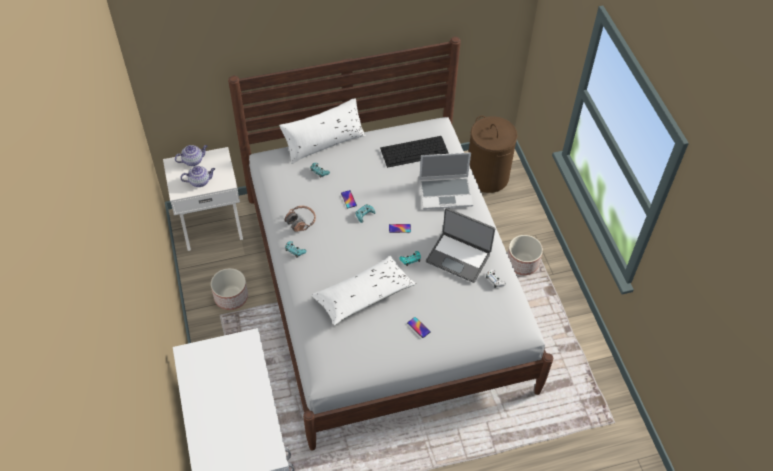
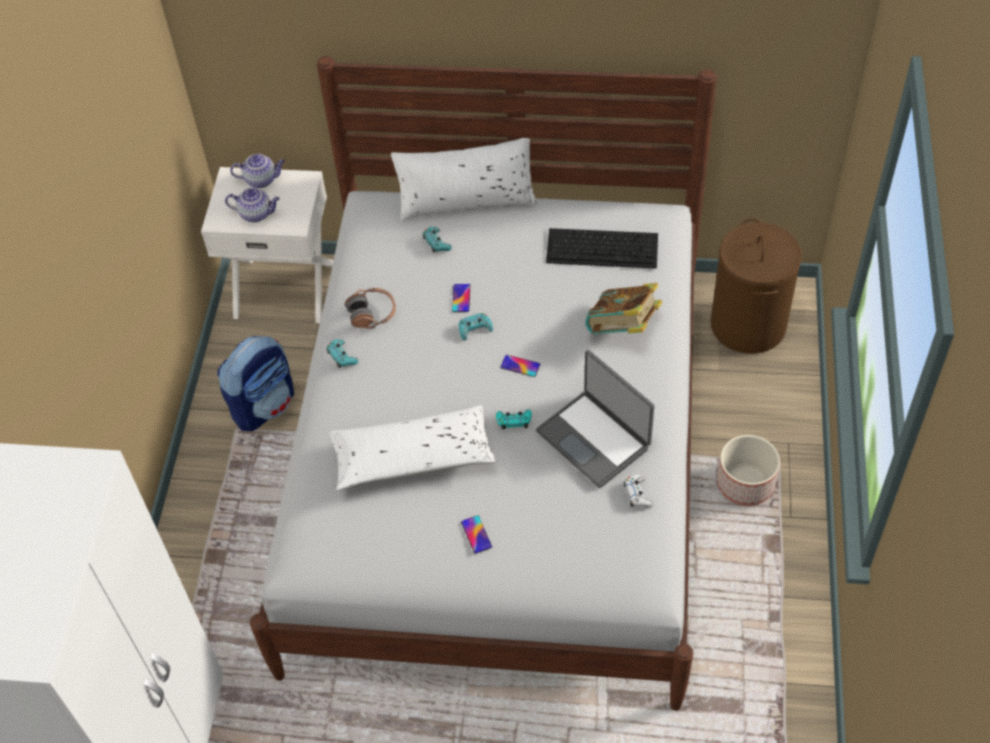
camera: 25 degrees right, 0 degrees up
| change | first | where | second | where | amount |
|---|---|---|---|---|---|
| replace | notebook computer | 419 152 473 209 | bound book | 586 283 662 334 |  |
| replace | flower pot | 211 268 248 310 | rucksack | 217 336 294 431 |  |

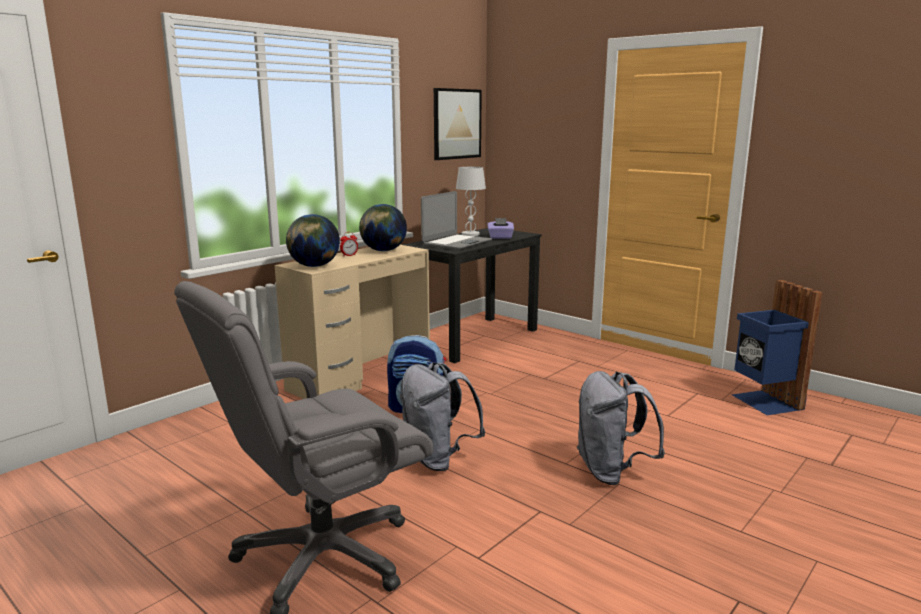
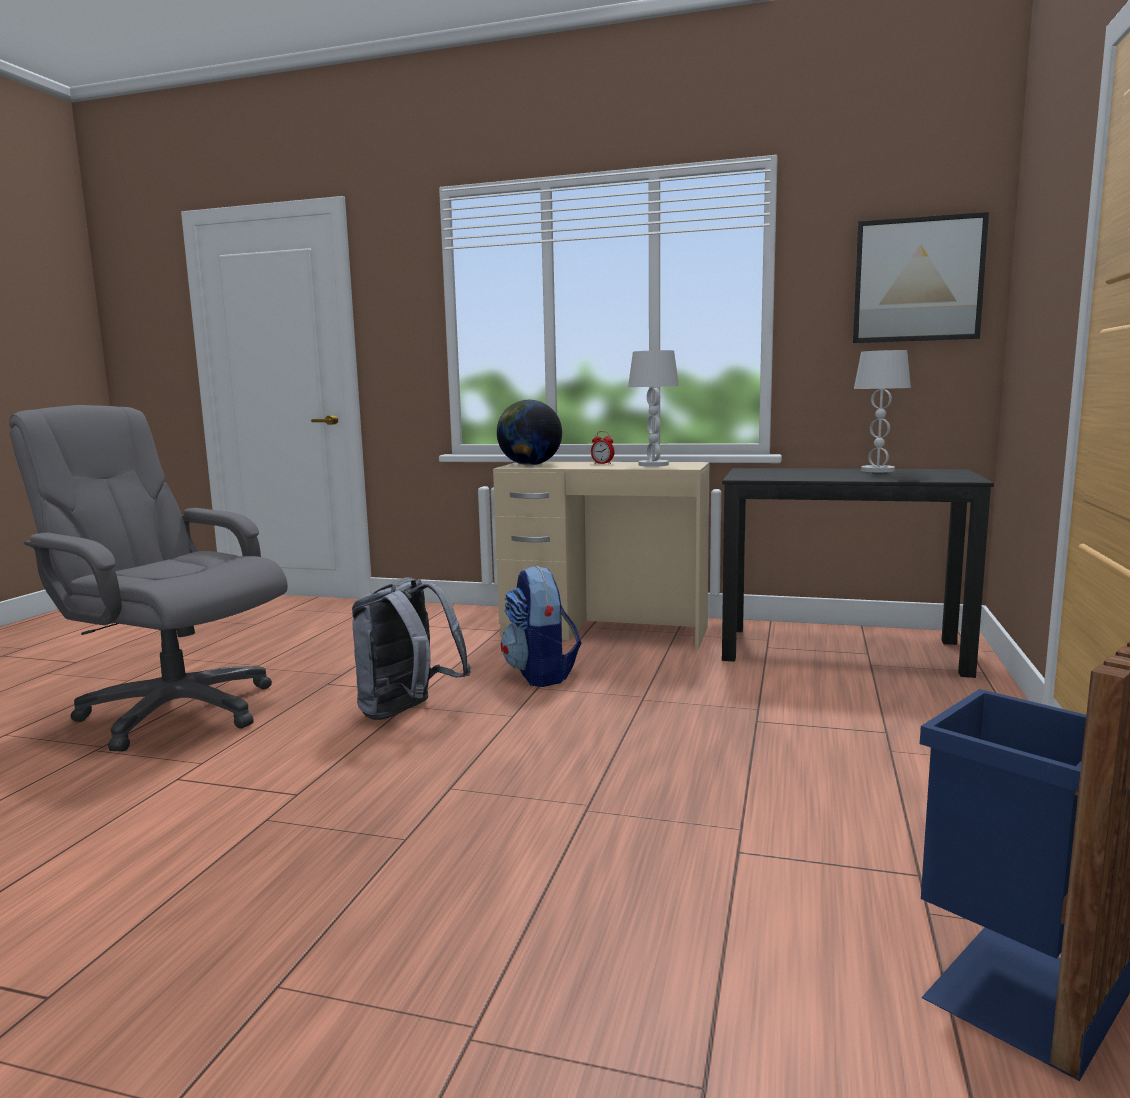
camera: 65 degrees right, 5 degrees down
| change | first | where | second | where | amount |
|---|---|---|---|---|---|
| delete | notebook computer | 421 191 492 250 |  |  |  |
| replace | desk globe | 359 204 407 251 | white-coloured lamp for a table | 628 350 679 467 |  |
| delete | purplish tissue box | 487 218 514 239 |  |  |  |
| delete | gray rucksack | 577 371 665 485 |  |  |  |

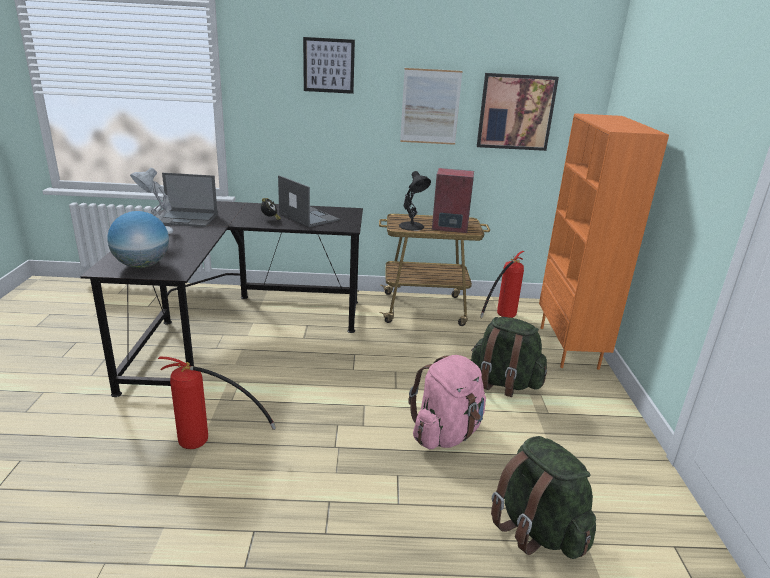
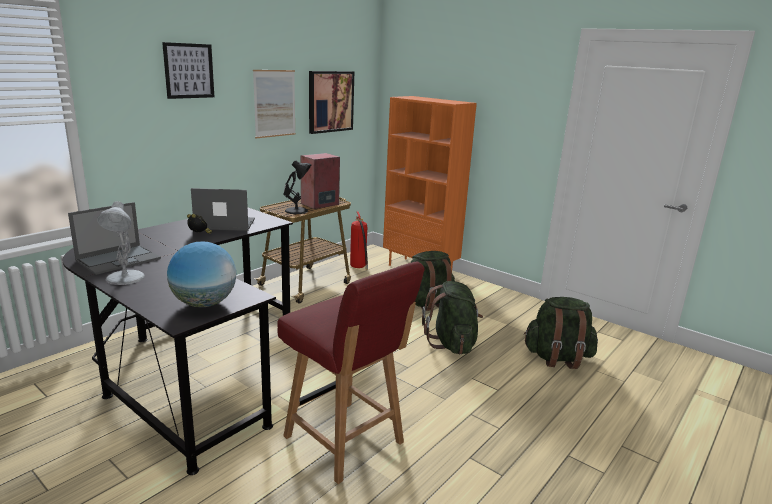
camera: 50 degrees left, 5 degrees down
| change | first | where | second | where | amount |
|---|---|---|---|---|---|
| recolor | pink-coloured rucksack | 408 355 486 449 | greenish rucksack | 422 281 483 354 |  |
| replace | fire extinguisher | 158 357 276 449 | red plain chair | 277 261 425 484 |  |

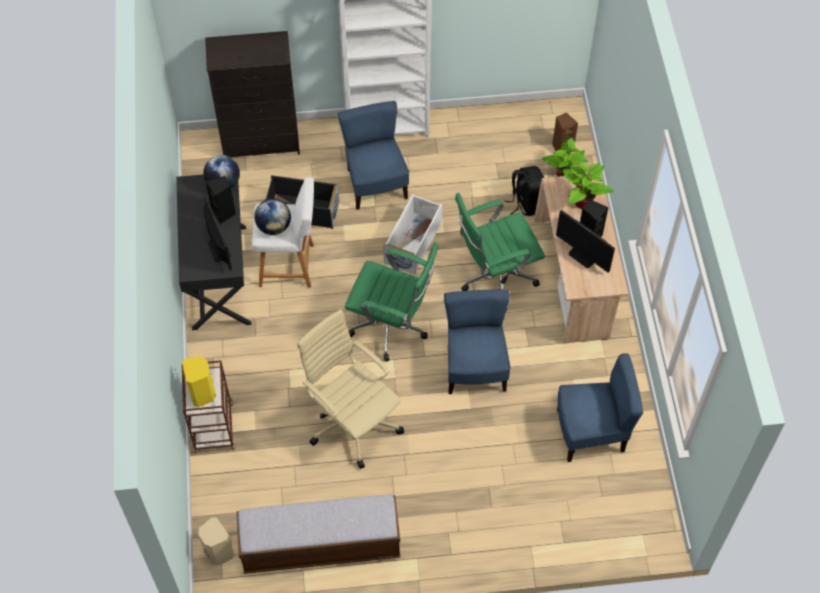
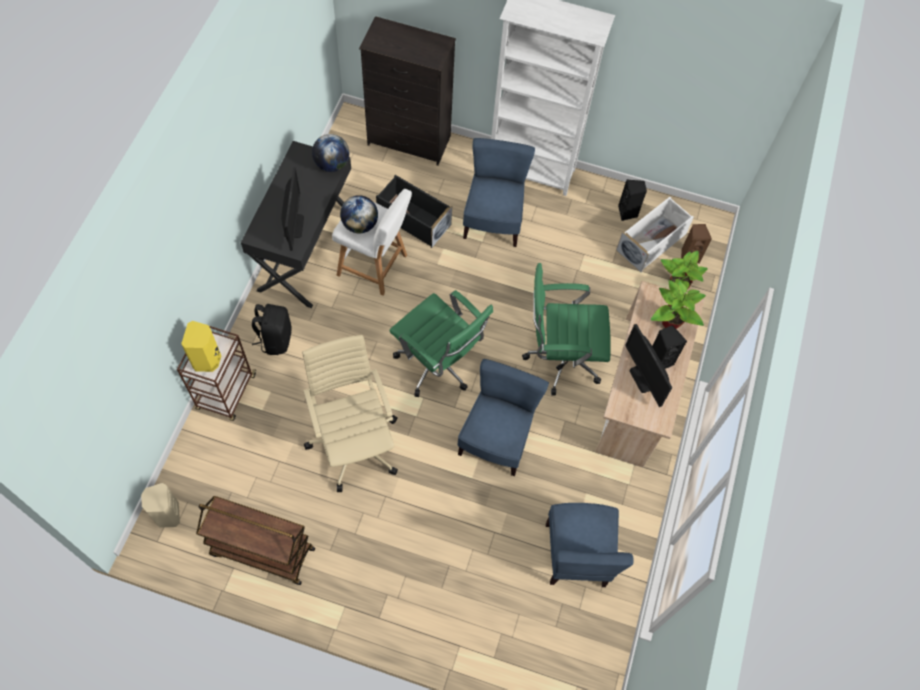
camera: 20 degrees right, 5 degrees up
| change | first | where | second | where | amount |
|---|---|---|---|---|---|
| move | blackish rucksack | 505 166 544 216 |  | 252 304 292 355 |  |
| move | blackish loudspeaker | 206 176 236 224 |  | 618 179 647 221 |  |
| move | white-coloured storage box | 383 194 442 275 |  | 616 197 694 272 |  |
| rotate | bluish plain chair | 557 353 643 462 |  | 546 503 634 587 | 75 degrees clockwise |
| replace | bench | 237 494 400 574 | brown cart | 196 496 315 585 |  |

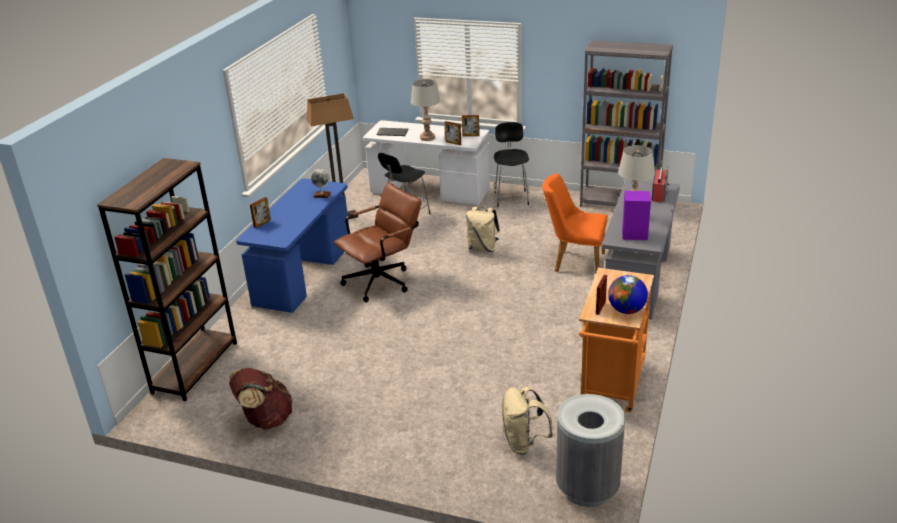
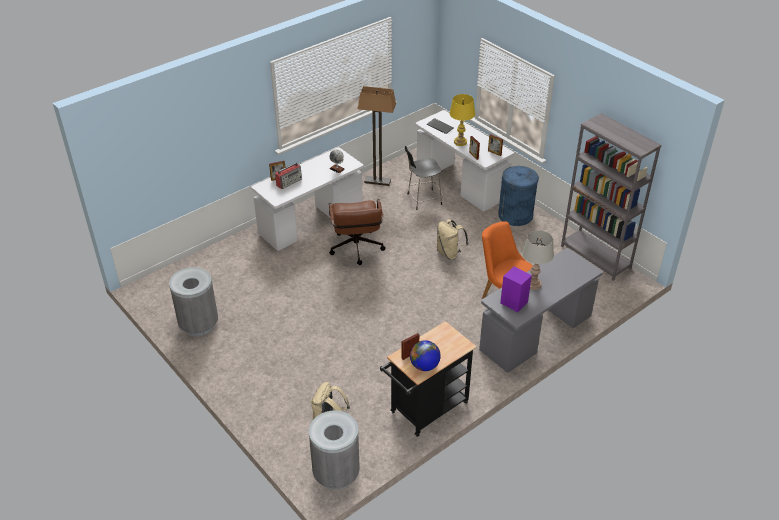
camera: 30 degrees right, 10 degrees up
| change | first | where | second | where | amount |
|---|---|---|---|---|---|
| recolor | gray lamp for a table | 411 79 440 141 | yellowish lamp for a table | 449 94 475 146 |  |
| replace | blackish stool seat | 493 122 529 207 | bluish waste bin | 498 166 539 226 |  |
| delete | brown bookshelf | 97 158 237 401 |  |  |  |
| move | radio | 652 166 669 202 |  | 275 163 302 189 |  |
| recolor | bluish desk | 236 178 349 313 | white-coloured desk | 251 147 363 251 |  |
| rotate | brown computer chair | 334 182 422 302 |  | 329 199 386 265 | 90 degrees clockwise |
| recolor | orangey cart | 579 268 654 412 | blackish cart | 380 321 477 437 |  |
| replace | brown rucksack | 229 368 293 430 | gray waste bin | 169 267 218 336 |  |

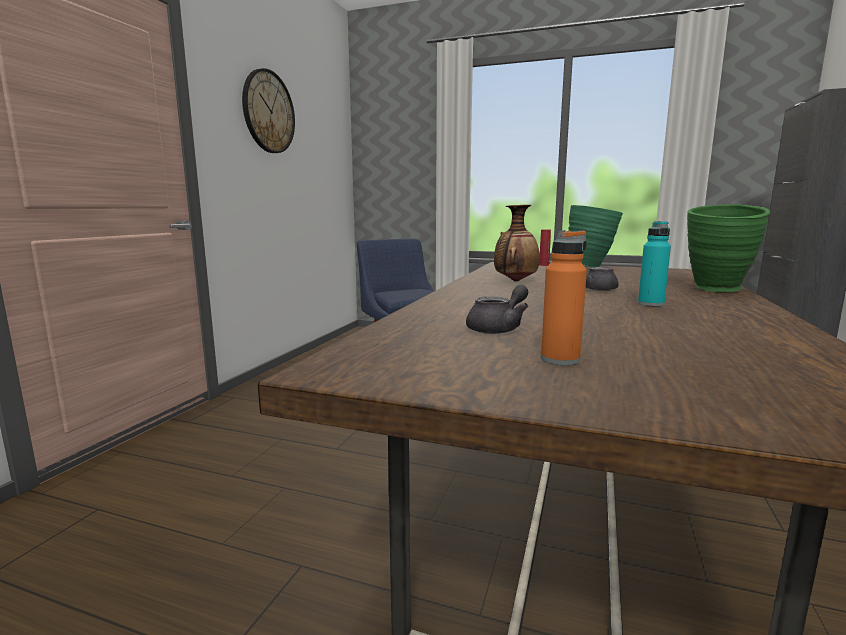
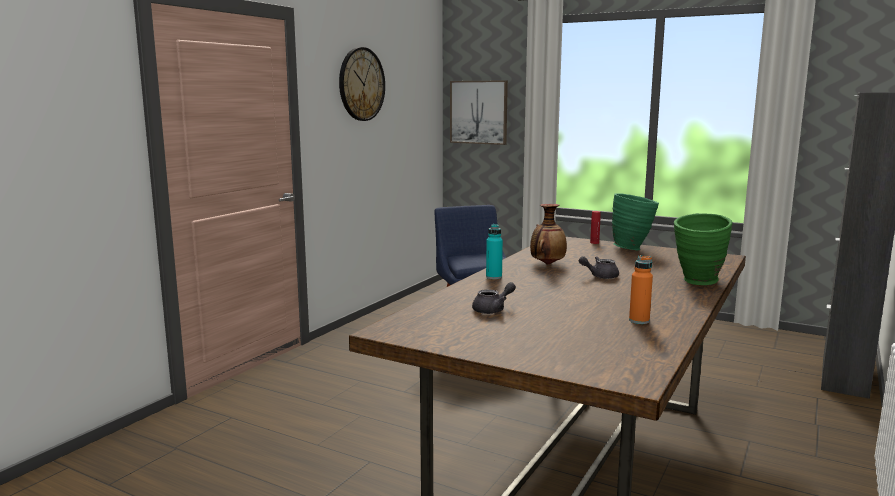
camera: 10 degrees right, 0 degrees up
| change | first | where | second | where | amount |
|---|---|---|---|---|---|
| move | blue-green drink bottle | 638 221 671 306 |  | 486 224 503 279 |  |
| move | orangey drink bottle | 541 230 587 365 |  | 629 255 653 324 |  |
| insert |  |  | picture | 450 80 508 145 |  |

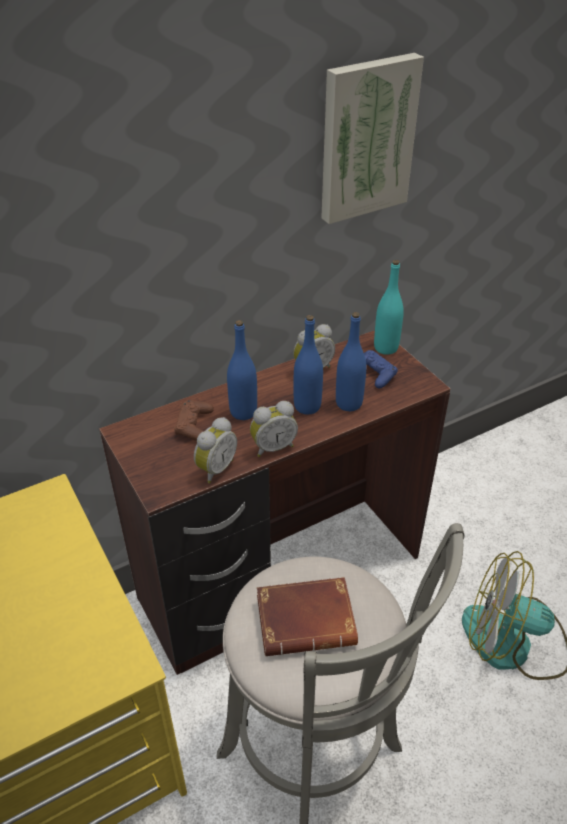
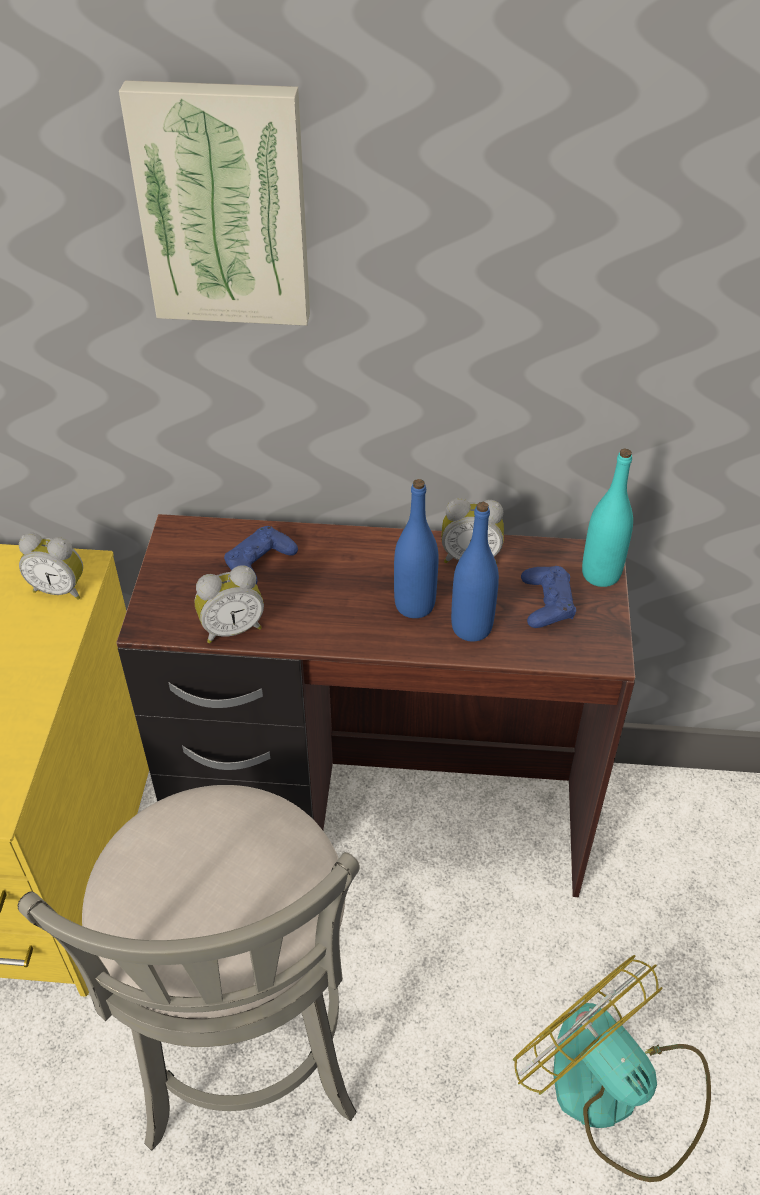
camera: 35 degrees right, 5 degrees up
| change | first | where | second | where | amount |
|---|---|---|---|---|---|
| move | picture | 321 53 424 224 |  | 119 80 310 326 |  |
| delete | bluish drink bottle | 227 320 257 420 |  |  |  |
| recolor | brown joypad | 174 400 214 441 | bluish joypad | 224 526 298 584 |  |
| move | alarm clock | 250 401 298 457 |  | 19 533 83 599 |  |
| delete | brown bound book | 257 577 358 656 |  |  |  |

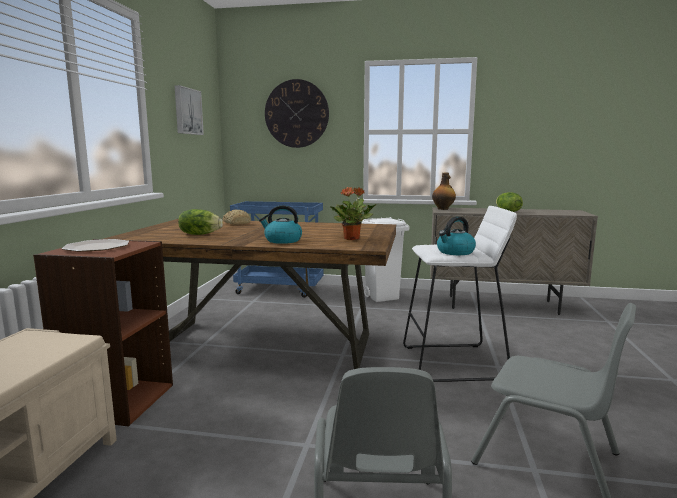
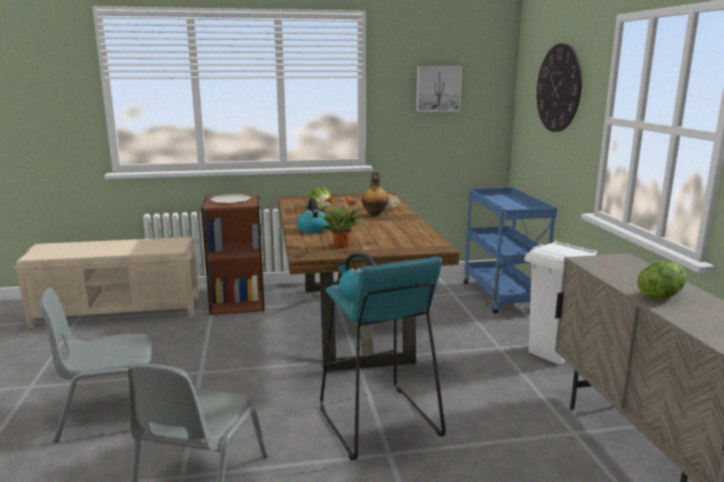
camera: 70 degrees right, 5 degrees up
| change | first | where | second | where | amount |
|---|---|---|---|---|---|
| move | drink bottle | 432 172 456 210 |  | 362 171 389 216 |  |
| recolor | white-coloured stool seat | 403 206 517 382 | blue-green stool seat | 320 257 446 460 |  |

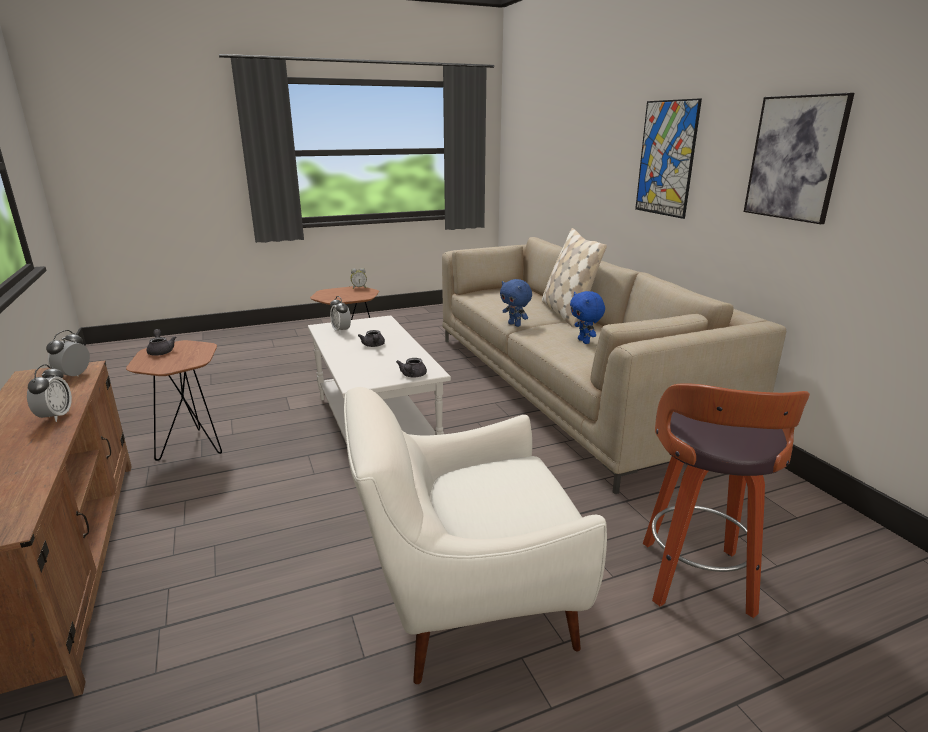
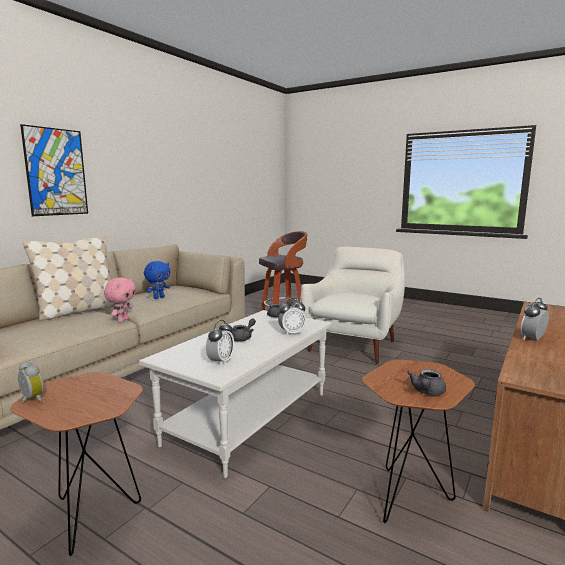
camera: 125 degrees left, 10 degrees down
| change | first | where | second | where | amount |
|---|---|---|---|---|---|
| delete | picture | 744 93 854 224 |  |  |  |
| recolor | bluish plush toy | 500 279 532 327 | pink-coloured plush toy | 104 277 136 322 |  |
| move | alarm clock | 46 330 90 376 |  | 278 298 306 336 |  |
| rotate | white-coloured lounge chair | 344 387 607 684 |  | 300 247 405 364 | 105 degrees counterclockwise |

